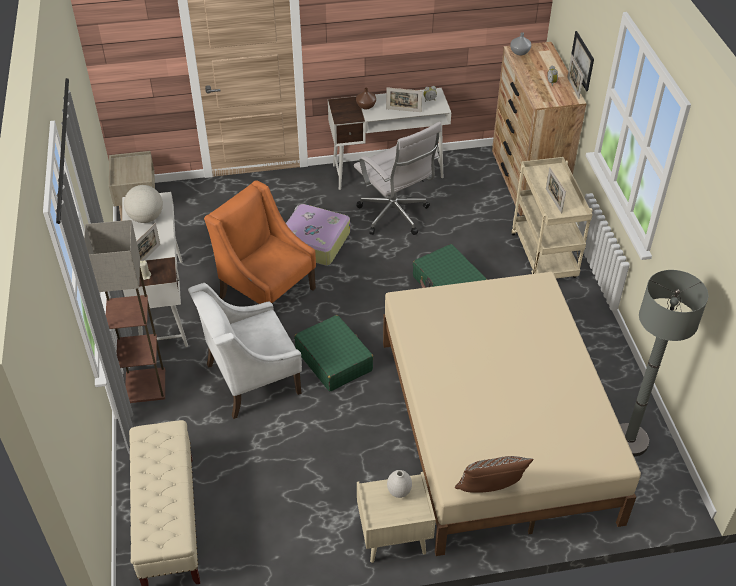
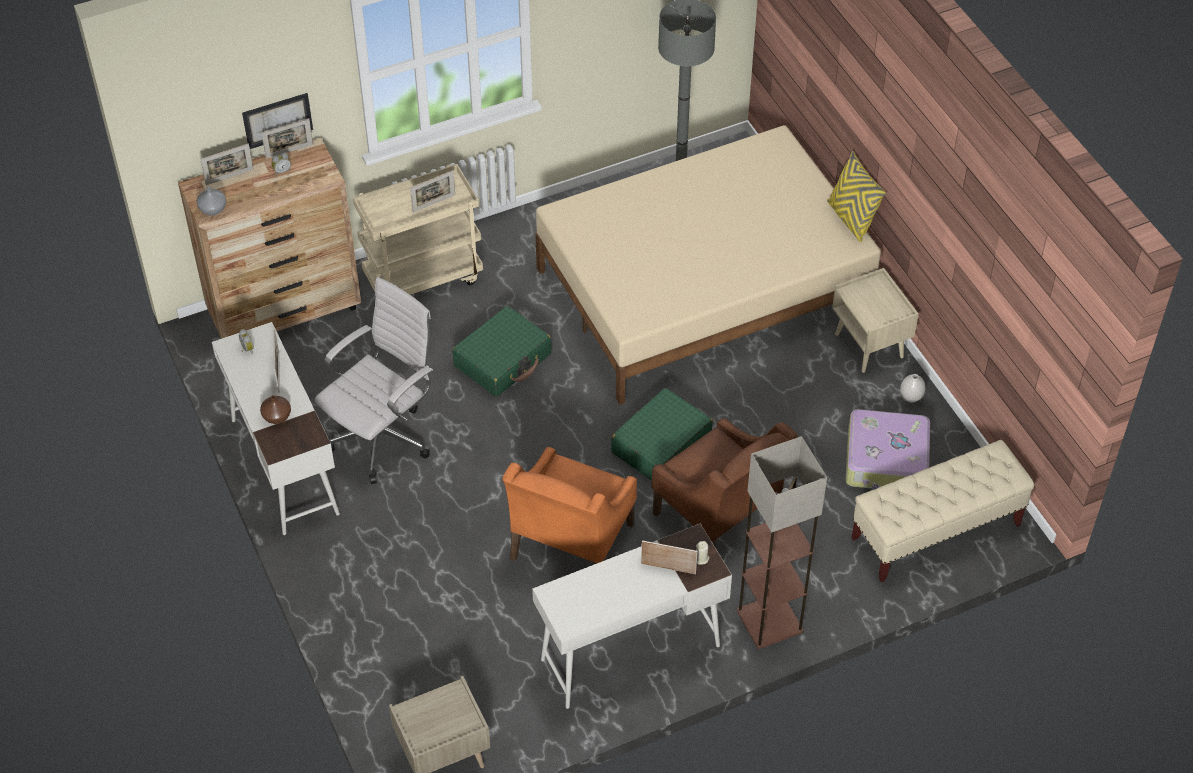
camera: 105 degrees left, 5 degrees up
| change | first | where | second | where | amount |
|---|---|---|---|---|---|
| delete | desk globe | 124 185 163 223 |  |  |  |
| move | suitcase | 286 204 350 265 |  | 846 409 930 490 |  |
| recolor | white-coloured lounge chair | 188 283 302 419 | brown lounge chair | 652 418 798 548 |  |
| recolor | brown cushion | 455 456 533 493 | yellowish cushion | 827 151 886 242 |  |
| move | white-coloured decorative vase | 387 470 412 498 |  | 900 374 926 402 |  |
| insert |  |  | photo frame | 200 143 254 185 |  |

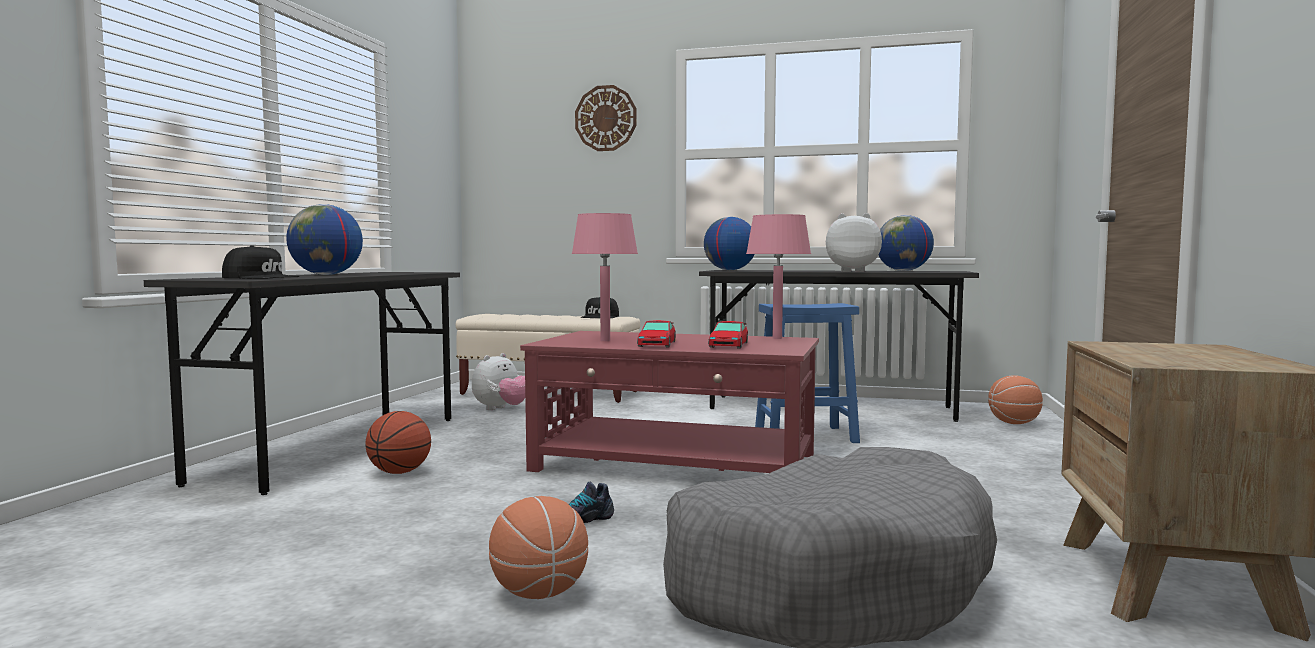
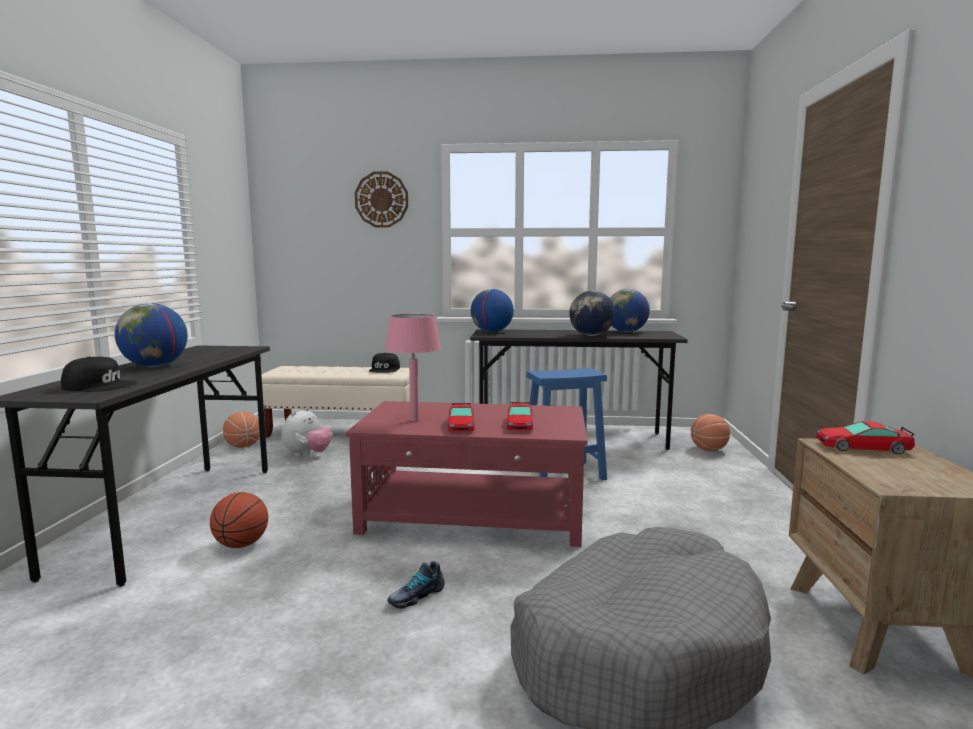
camera: 10 degrees left, 5 degrees up
| change | first | where | second | where | amount |
|---|---|---|---|---|---|
| replace | plush toy | 826 213 882 272 | desk globe | 569 291 615 336 |  |
| delete | pink-coloured lamp for a table | 746 214 811 339 |  |  |  |
| move | basketball ball | 489 496 588 599 |  | 223 412 260 448 |  |
| insert |  |  | miniature car | 816 421 915 454 |  |

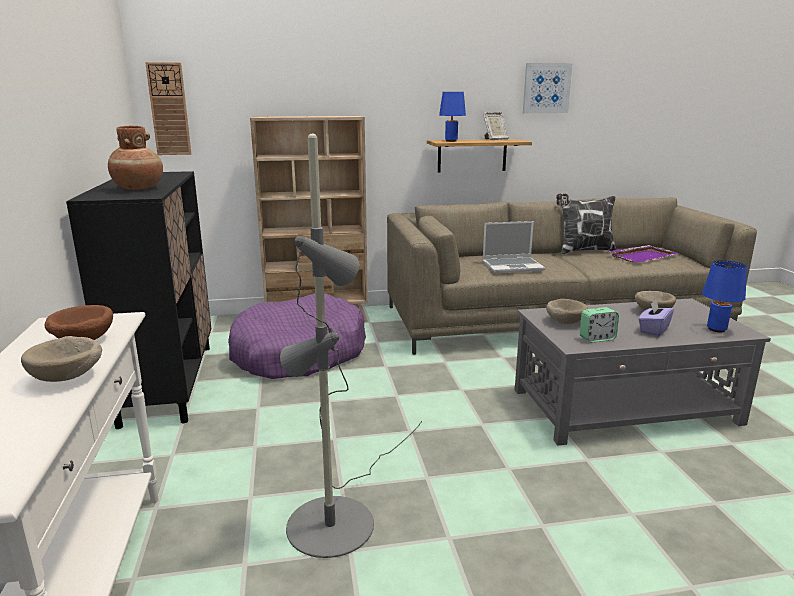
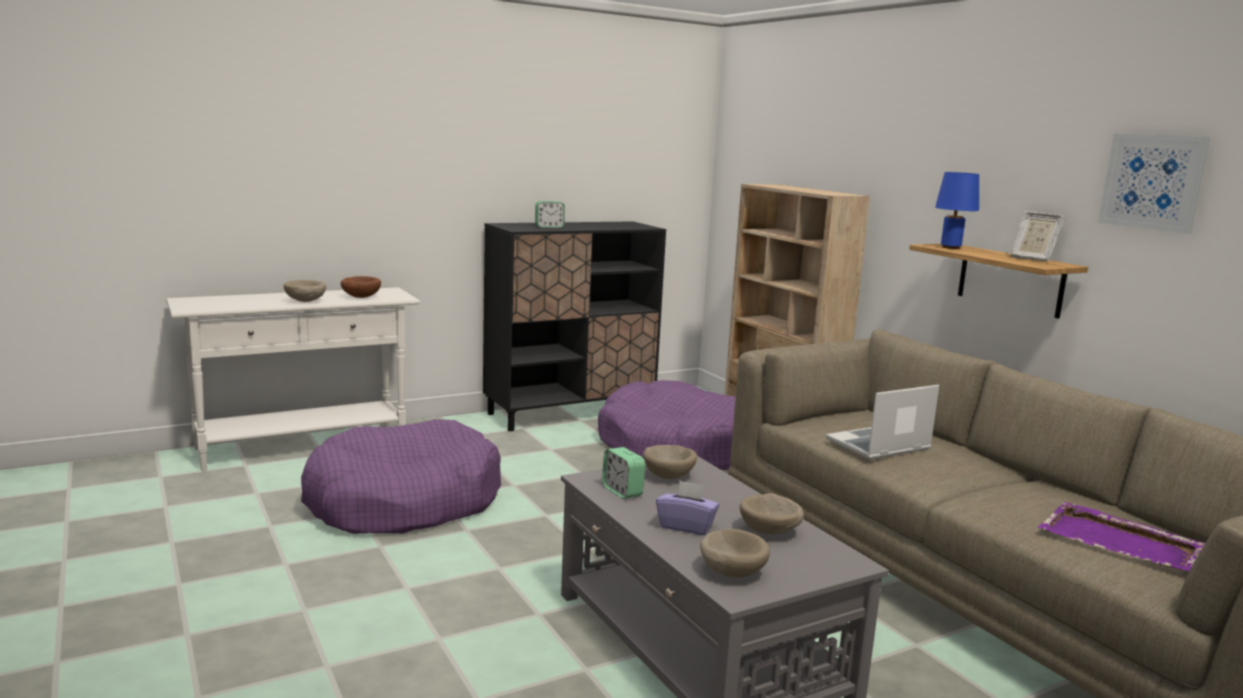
camera: 70 degrees right, 5 degrees down
| change | first | where | second | where | amount |
|---|---|---|---|---|---|
| delete | wall clock | 145 62 191 155 |  |  |  |
| replace | brown decorative vase | 108 126 163 190 | alarm clock | 535 201 565 228 |  |
| replace | gray standard lamp | 280 133 422 558 | purplish dog cushion | 301 419 501 534 |  |
| delete | cushion | 556 194 617 254 |  |  |  |
| rotate | notebook computer | 482 221 545 273 |  | 826 385 939 460 | 90 degrees clockwise |
| replace | bluish lamp for a table | 702 260 747 332 | beige bowl | 700 529 770 577 |  |

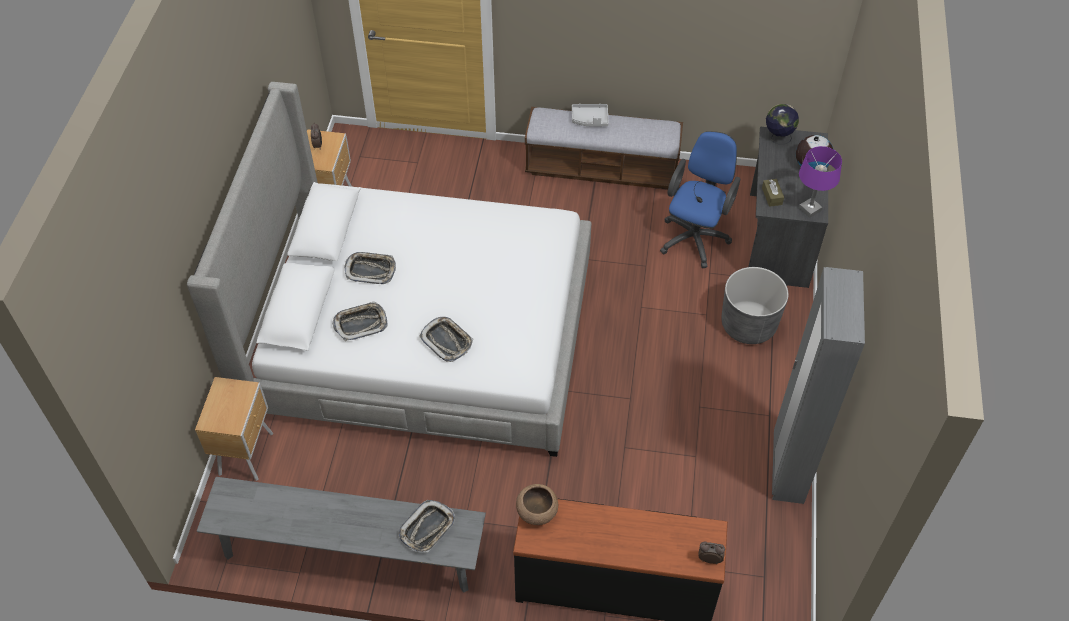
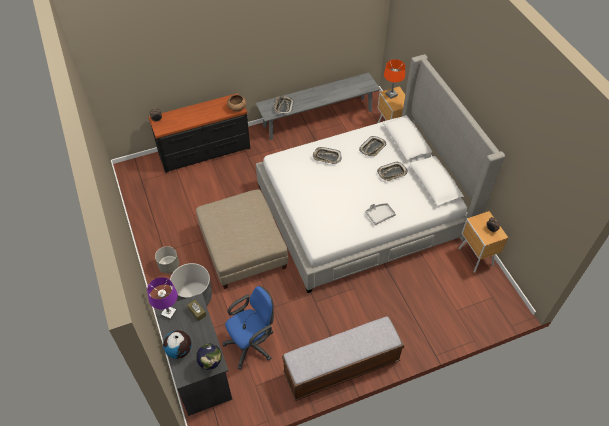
camera: 150 degrees right, 0 degrees up
| change | first | where | second | where | amount |
|---|---|---|---|---|---|
| move | gray carrying tray | 572 104 609 126 |  | 365 203 396 225 |  |
| rotate | bluish computer chair | 660 131 740 268 |  | 222 286 274 370 | 120 degrees counterclockwise |
| delete | gray wardrobe | 772 267 865 504 |  |  |  |
| insert |  |  | orangey lamp for a table | 384 59 405 99 |  |
| insert |  |  | beige pouffe | 196 189 288 289 |  |
| insert |  |  | gray flower pot | 155 246 179 274 |  |

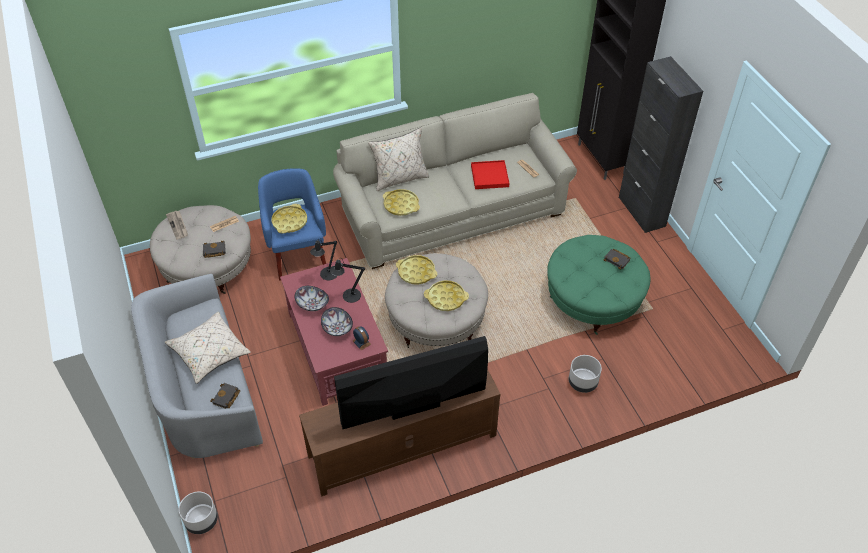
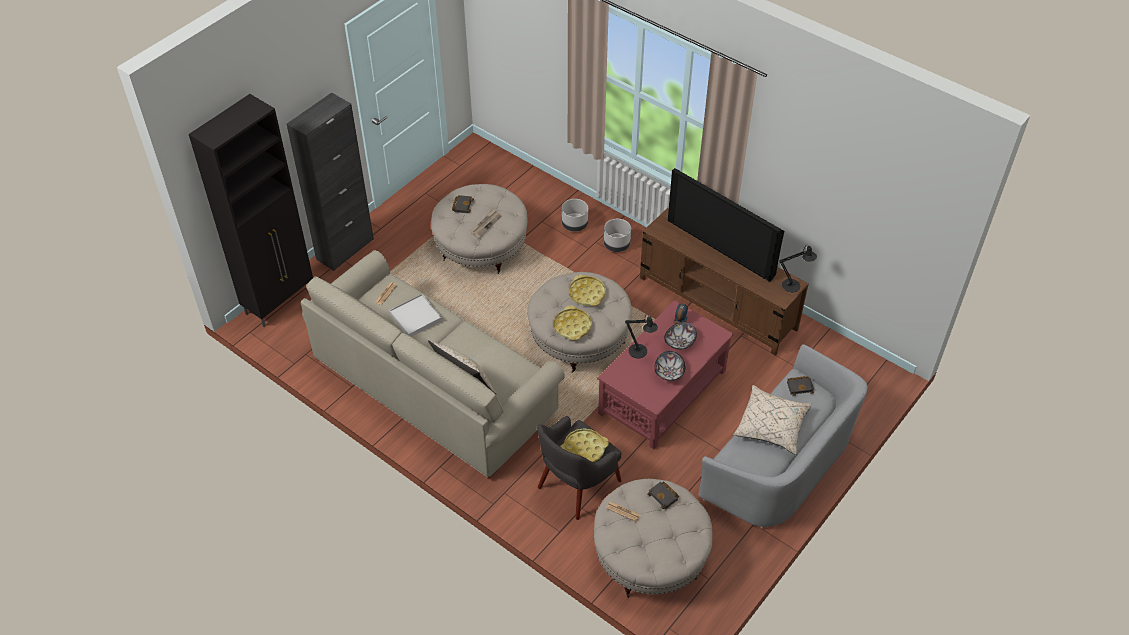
camera: 120 degrees left, 0 degrees up
| change | first | where | second | where | amount |
|---|---|---|---|---|---|
| recolor | red carrying tray | 471 160 509 189 | white-coloured carrying tray | 389 294 442 337 |  |
| recolor | bluish lounge chair | 258 168 326 280 | gray lounge chair | 537 416 622 520 |  |
| delete | yellowish carrying tray | 383 189 420 216 |  |  |  |
| move | daily paper | 166 211 188 239 |  | 470 209 502 238 |  |
| recolor | greenish pouffe | 547 235 651 335 | beige pouffe | 431 184 528 274 |  |
| move | blackish lamp for a table | 310 238 337 280 |  | 779 245 817 292 |  |
| move | gray flower pot | 179 492 218 534 |  | 604 219 631 252 |  |

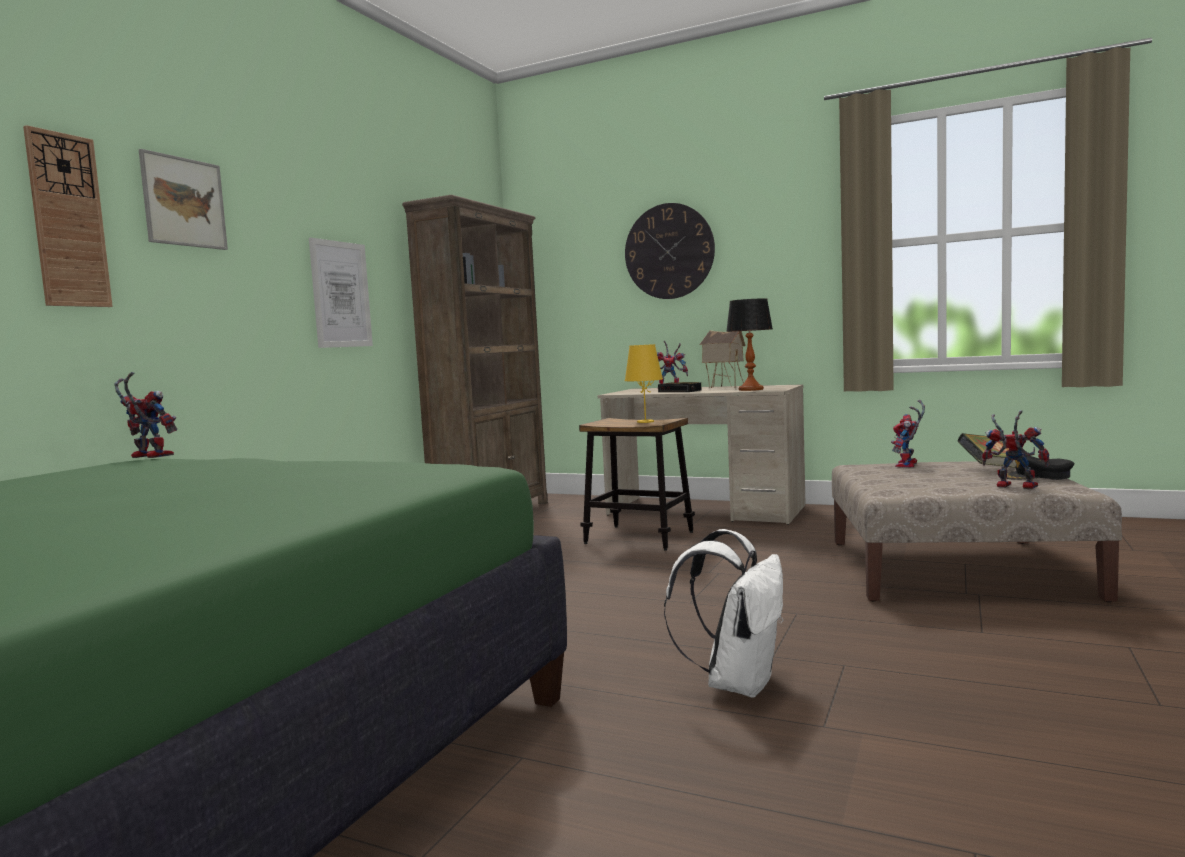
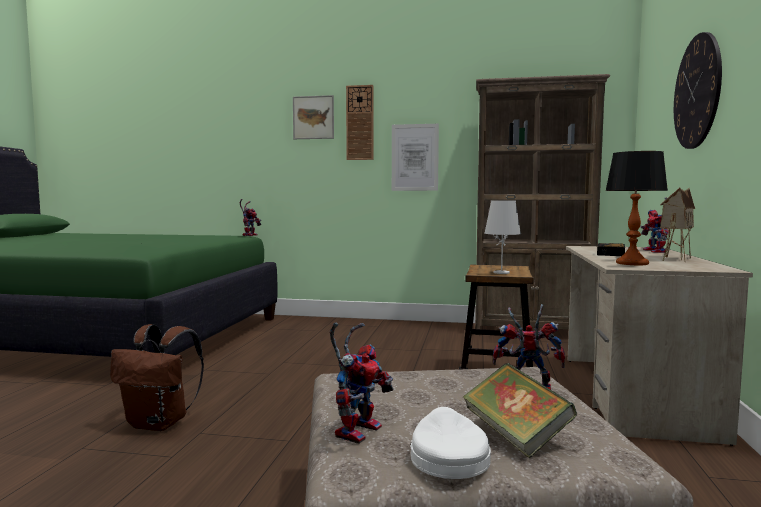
camera: 75 degrees right, 0 degrees up
| change | first | where | second | where | amount |
|---|---|---|---|---|---|
| move | wall clock | 23 125 113 307 |  | 346 85 373 160 |  |
| recolor | yellowish lamp for a table | 625 344 663 423 | white-coloured lamp for a table | 484 200 521 274 |  |
| recolor | blackish peaked cap | 1006 454 1074 480 | white-coloured peaked cap | 410 407 491 479 |  |
| recolor | white-coloured rucksack | 664 529 783 698 | brown rucksack | 110 324 204 431 |  |

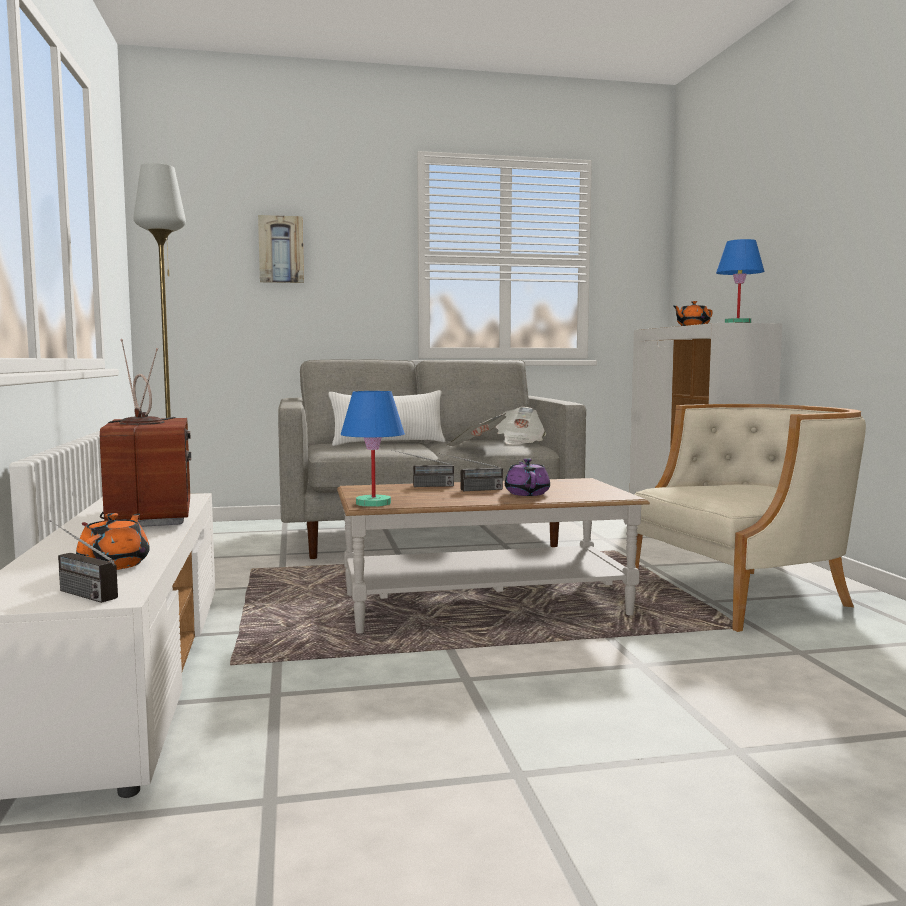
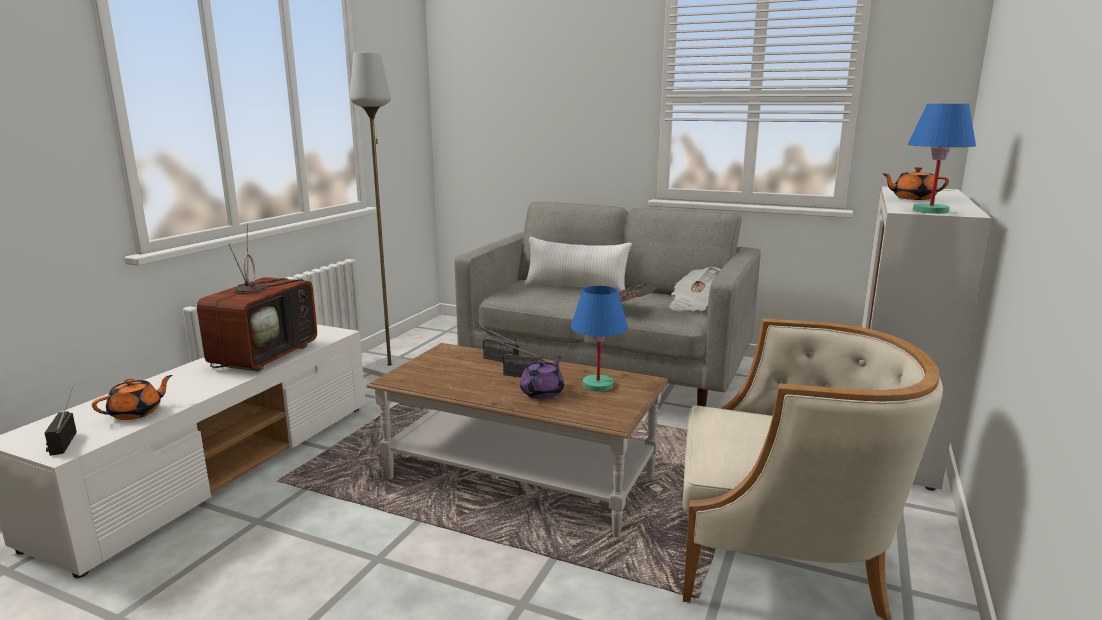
camera: 35 degrees right, 10 degrees up
| change | first | where | second | where | amount |
|---|---|---|---|---|---|
| delete | picture | 258 215 304 283 |  |  |  |
| move | bluish lamp for a table | 340 391 405 507 |  | 571 286 628 392 |  |

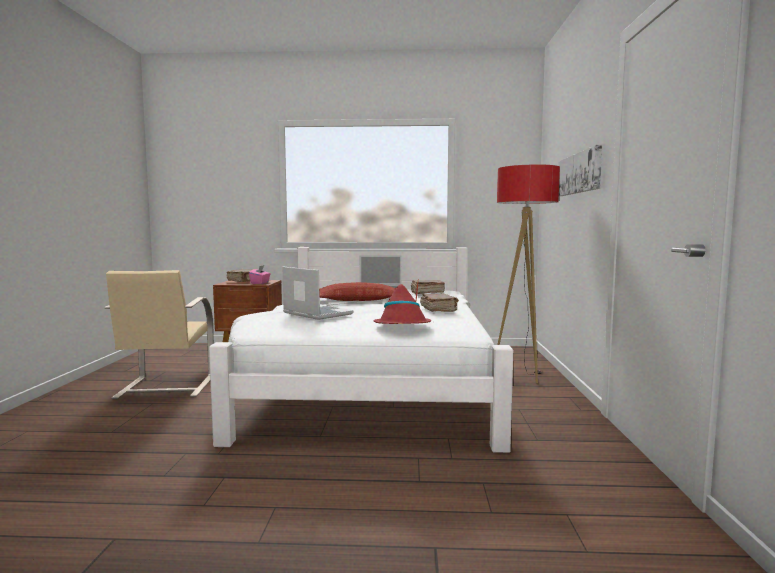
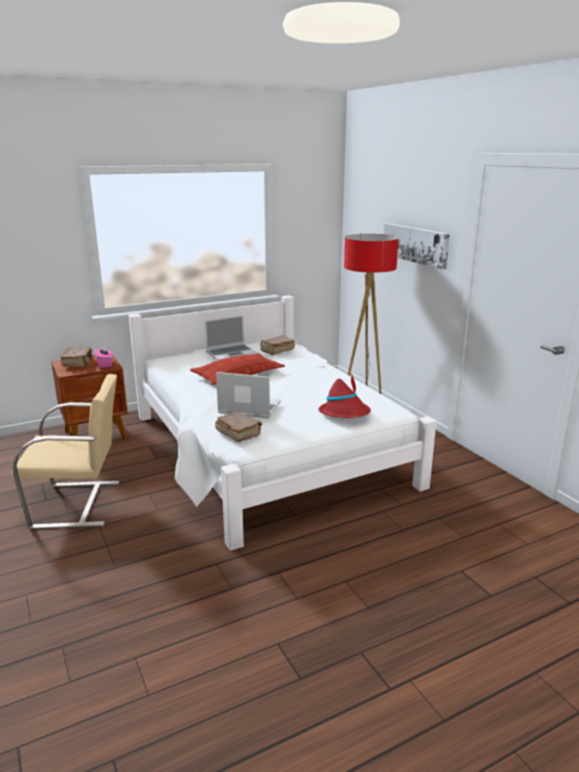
camera: 30 degrees left, 15 degrees up
| change | first | where | second | where | amount |
|---|---|---|---|---|---|
| rotate | beige plain chair | 104 270 214 399 |  | 11 374 120 530 | 60 degrees counterclockwise |
| move | brown bound book | 420 293 459 312 |  | 215 411 262 442 |  |

